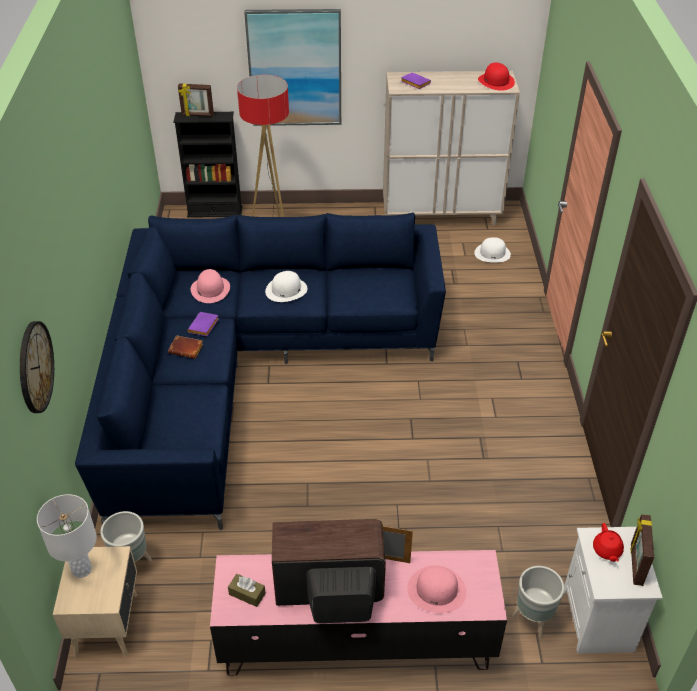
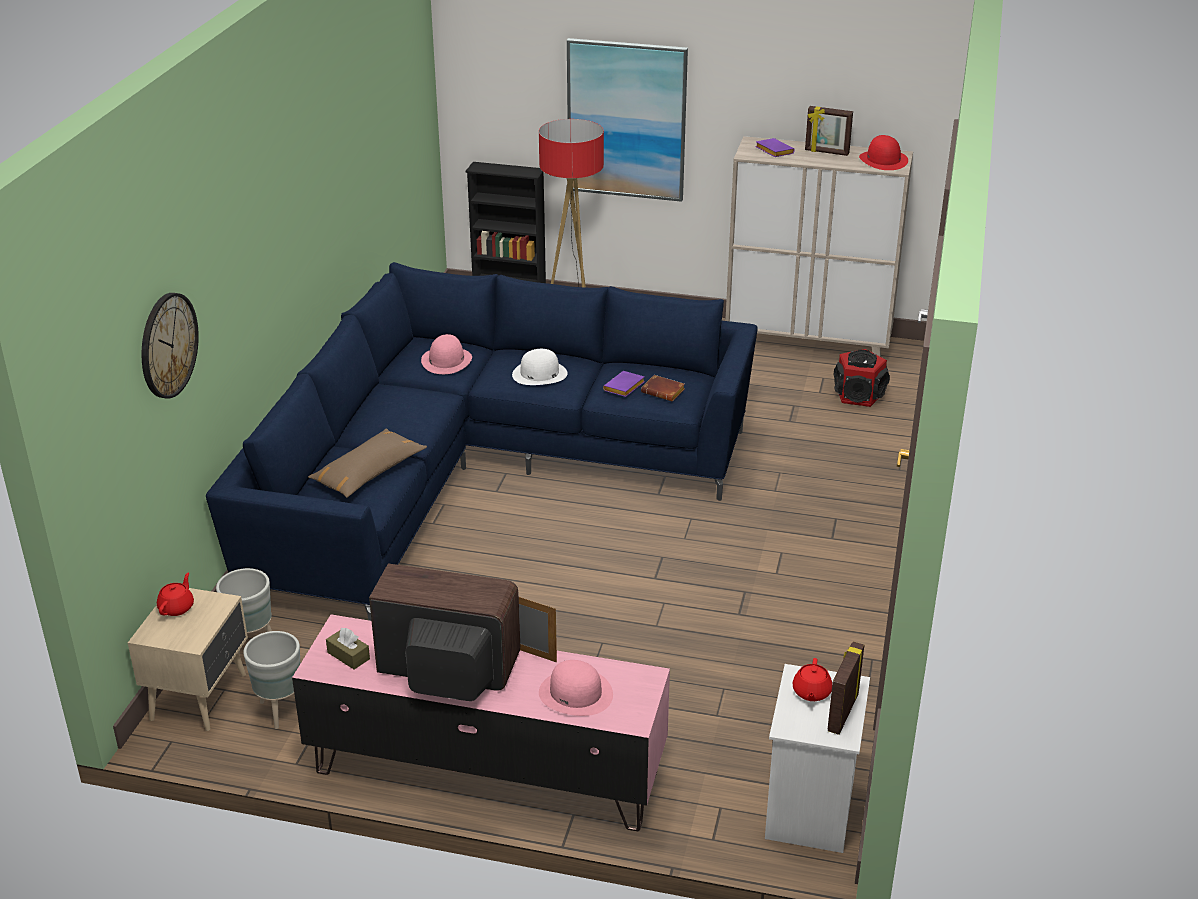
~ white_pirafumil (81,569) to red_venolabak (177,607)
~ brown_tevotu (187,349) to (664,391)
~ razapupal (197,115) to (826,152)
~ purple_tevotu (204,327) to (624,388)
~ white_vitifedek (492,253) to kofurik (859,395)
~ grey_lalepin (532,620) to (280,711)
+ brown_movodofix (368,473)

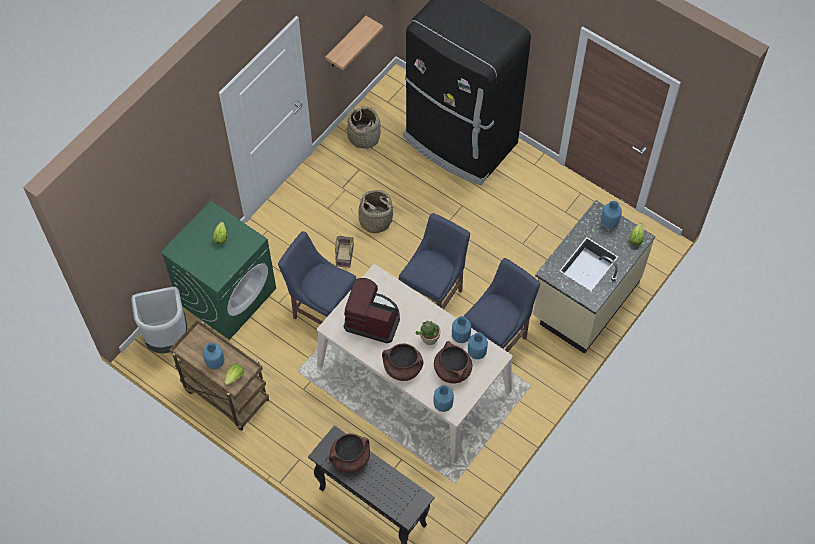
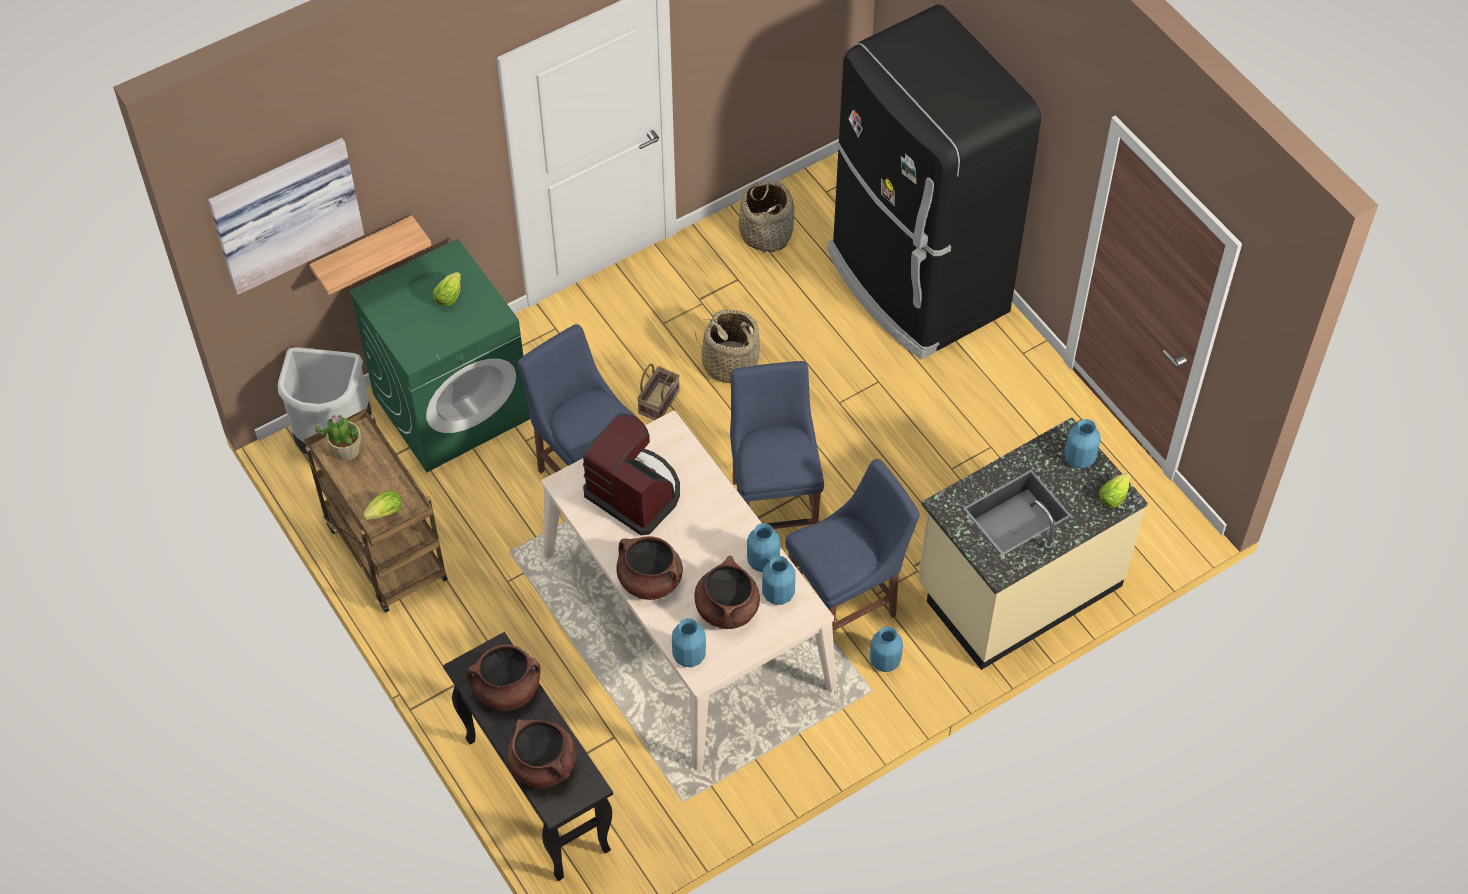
~ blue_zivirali (215,362) to (885,661)
~ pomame (346,43) to (363,253)
~ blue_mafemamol (434,295) = (774,504) 60 degrees counterclockwise
~ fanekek (429,338) to (346,450)
+ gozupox (284,212)
+ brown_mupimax (543,764)

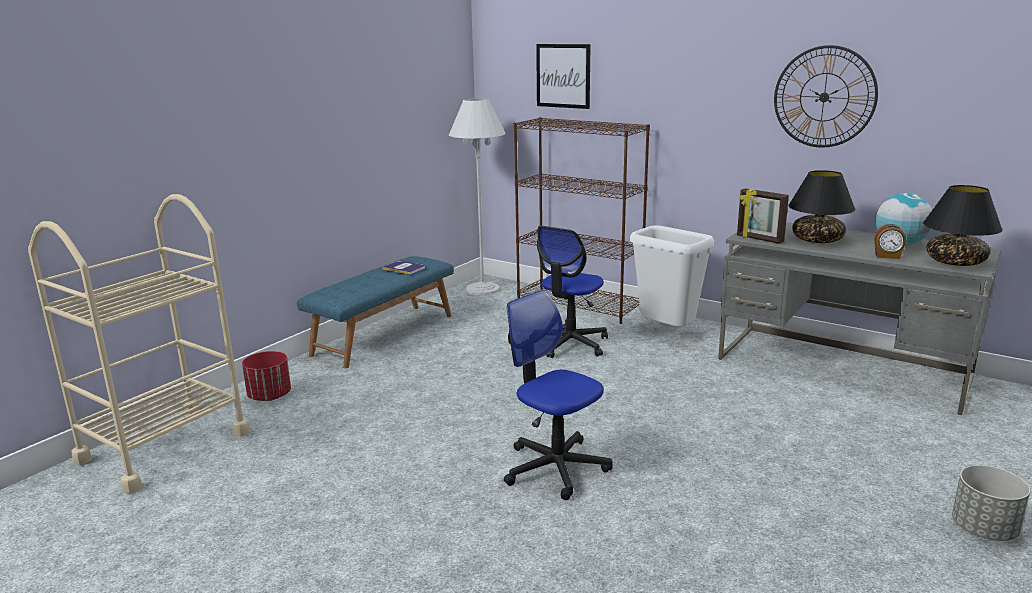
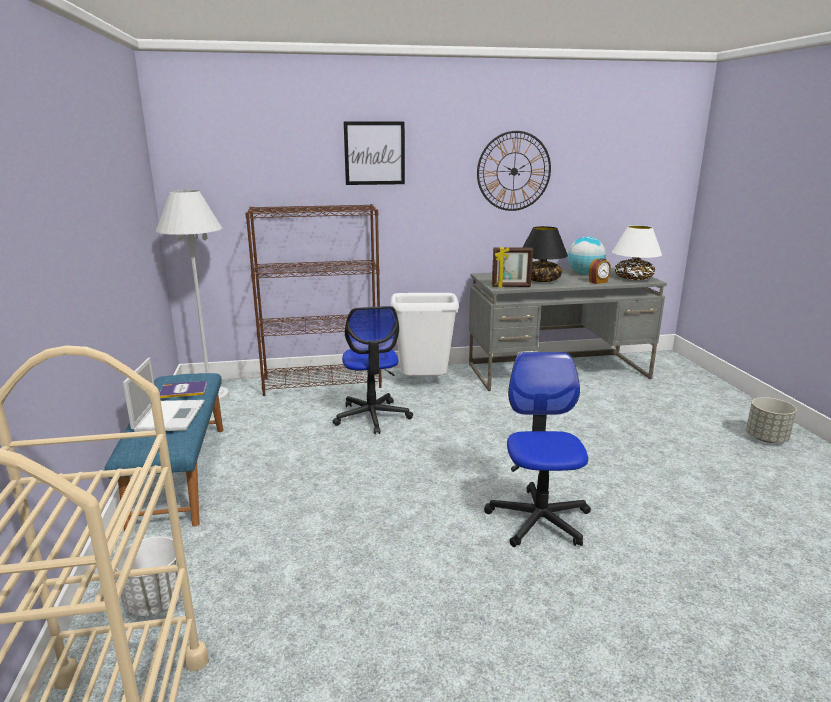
~ red_lalepin (270,396) to white_lalepin (156,601)
~ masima (555,467) = (539,519) 90 degrees clockwise
~ gozupox (563,76) to (374,153)
~ black_pirafumil (955,262) to white_pirafumil (633,278)
+ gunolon (169,415)

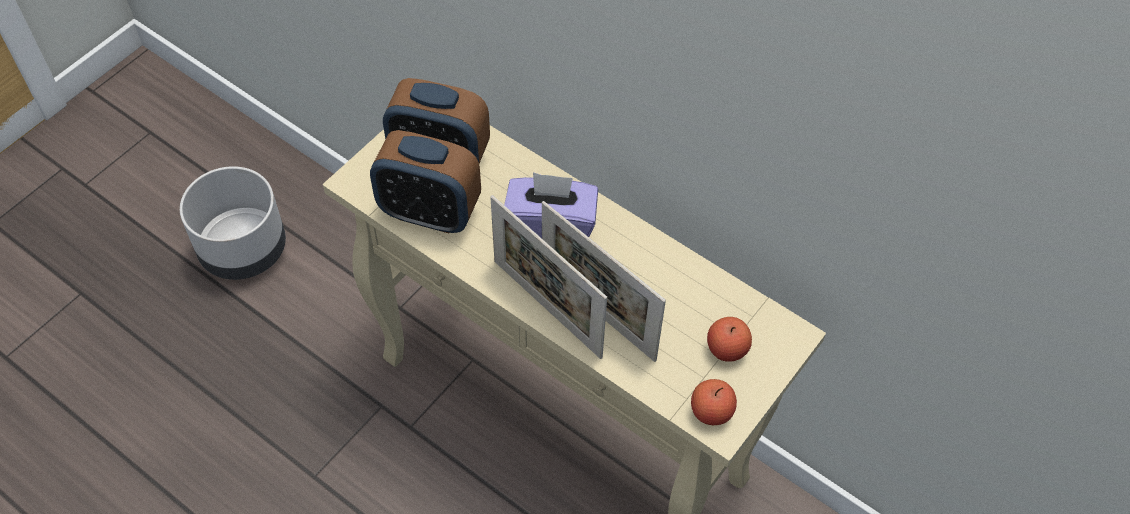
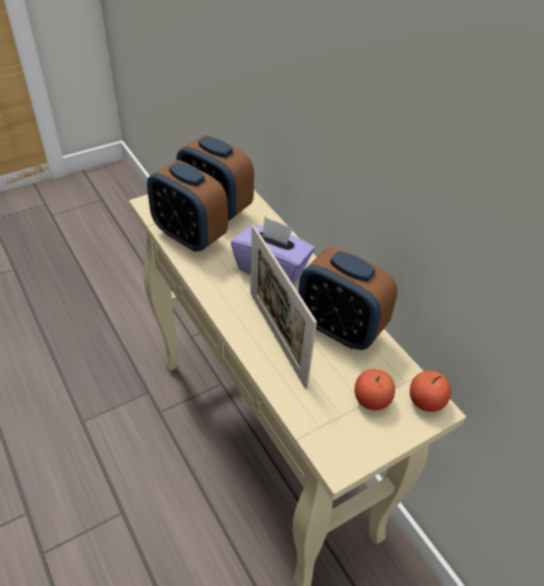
- grey_lalepin (244,250)
- razapupal (547,308)
~ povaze (711,411) to (426,401)
+ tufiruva (339,328)

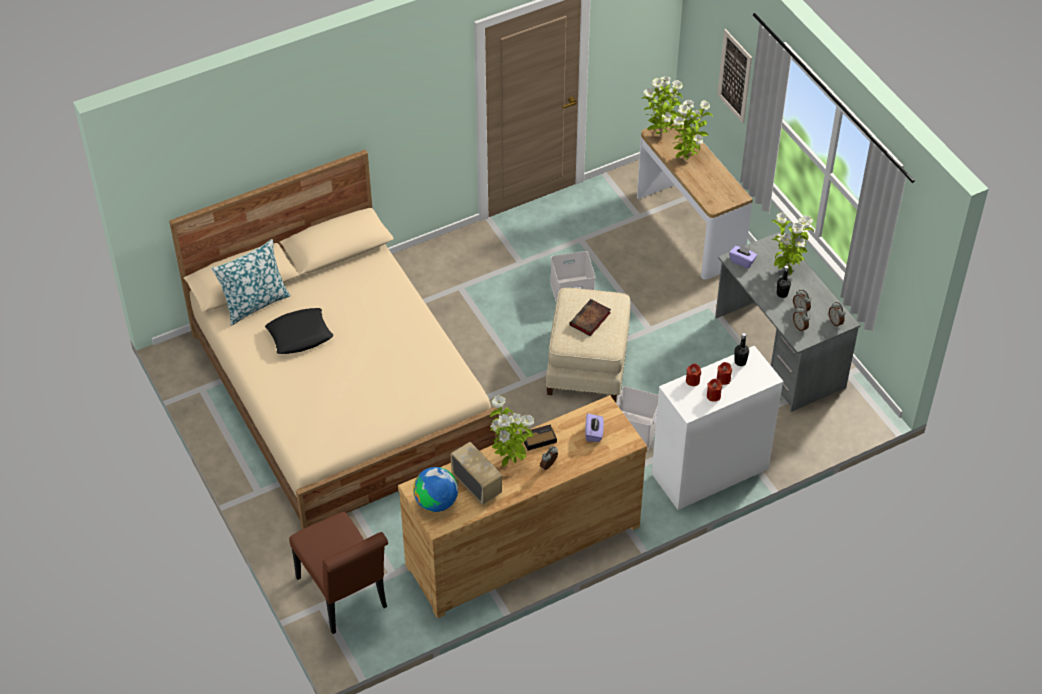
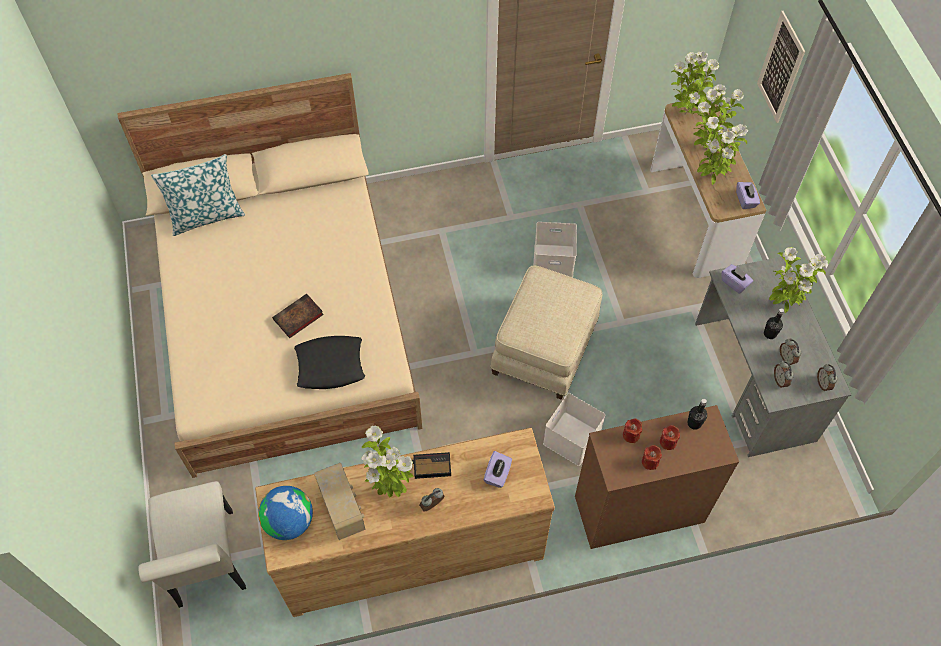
~ black_movodofix (300,335) to (330,365)
~ brown_mafemamol (345,597) to white_mafemamol (207,565)
~ tevotu (590,320) to (297,318)
~ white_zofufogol (710,471) to brown_zofufogol (639,509)
+ fanekek (711,178)
+ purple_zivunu (746,200)

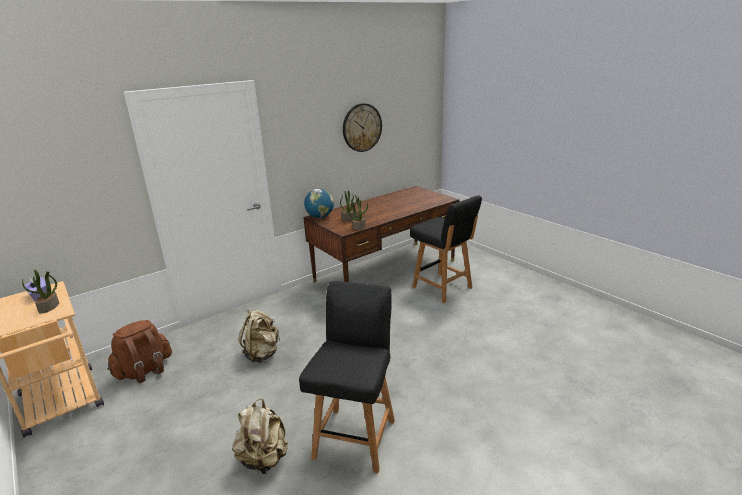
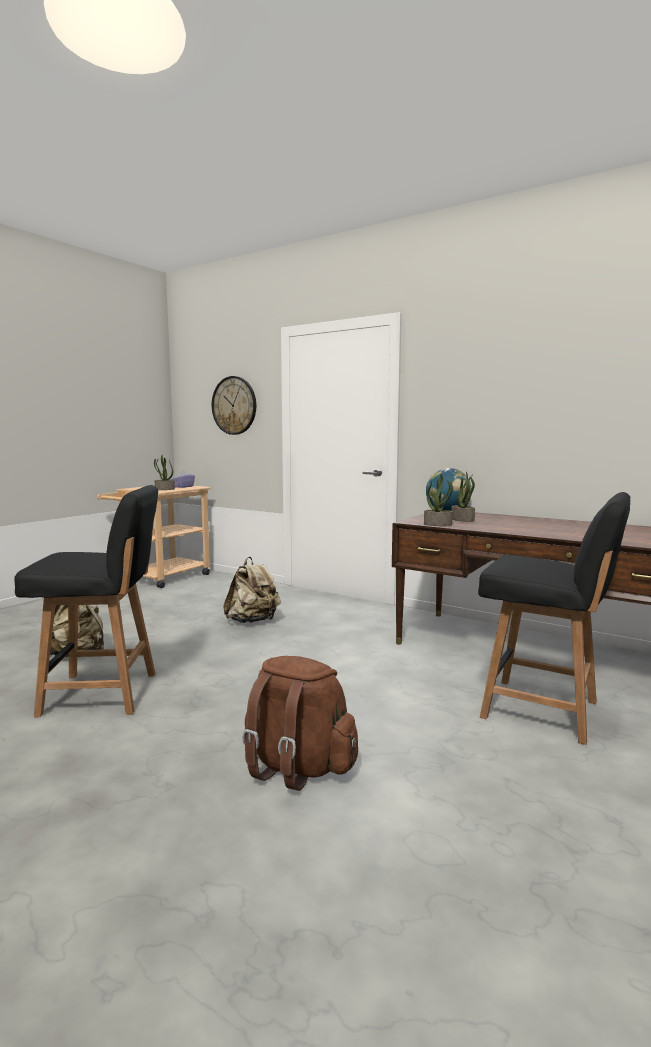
~ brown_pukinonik (144,371) to (297,767)
~ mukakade (362,127) to (234,405)
~ black_mafemamol (443,288) = (543,710) 90 degrees counterclockwise

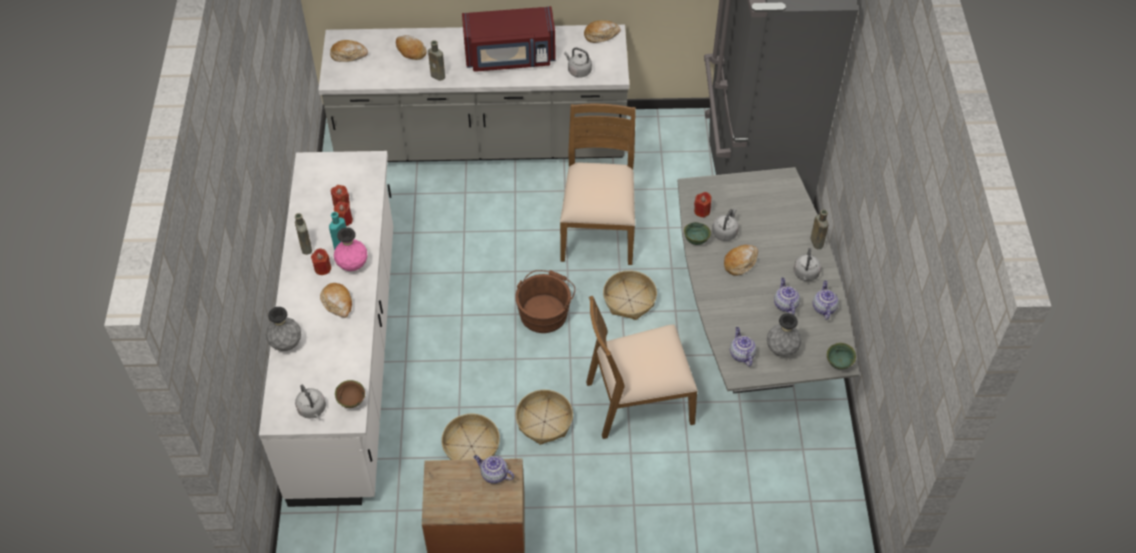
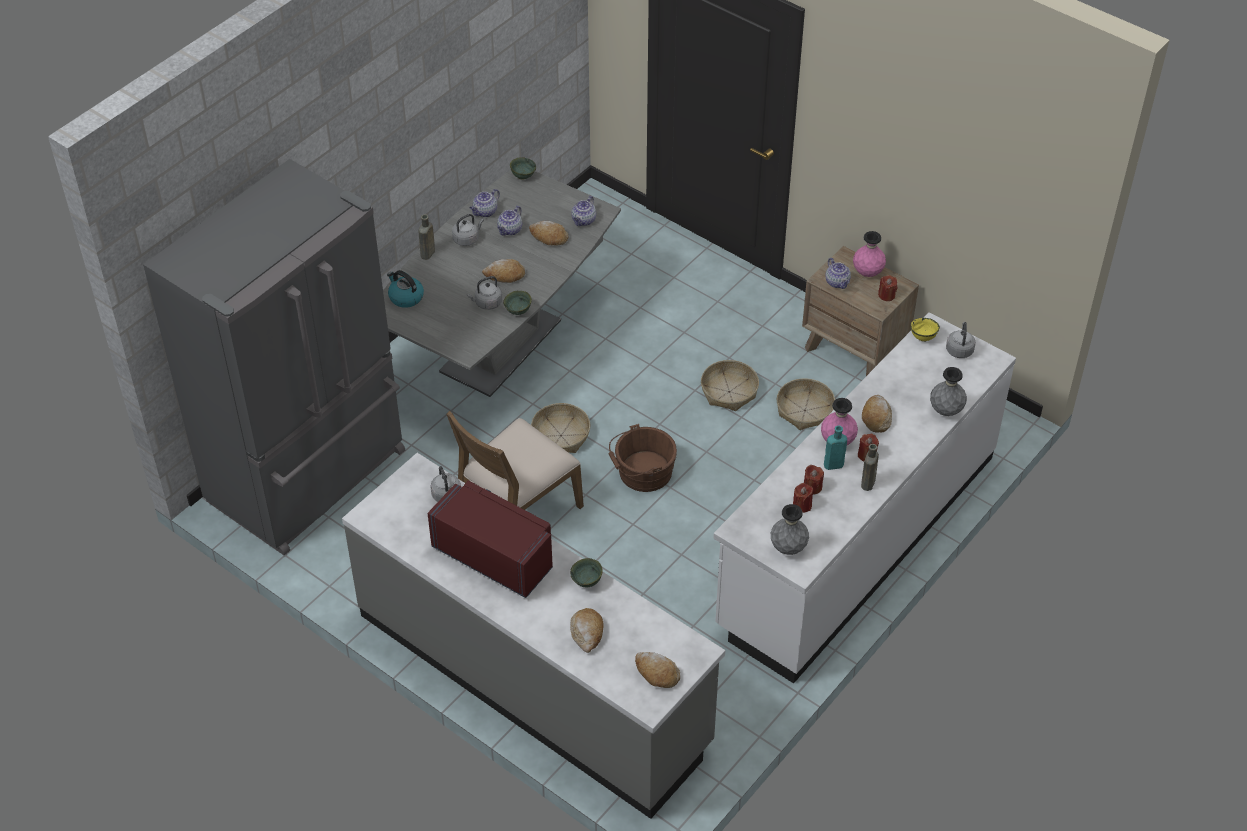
~ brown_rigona (352,401) to yellow_rigona (922,338)
~ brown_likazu (438,76) to green_rigona (587,582)
~ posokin (601,35) to (548,237)
- brown_mafemamol (638,401)
~ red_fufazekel (702,211) to (886,295)
~ grey_zivirali (781,349) to (788,548)
+ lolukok (405,297)
+ pink_zivirali (867,272)

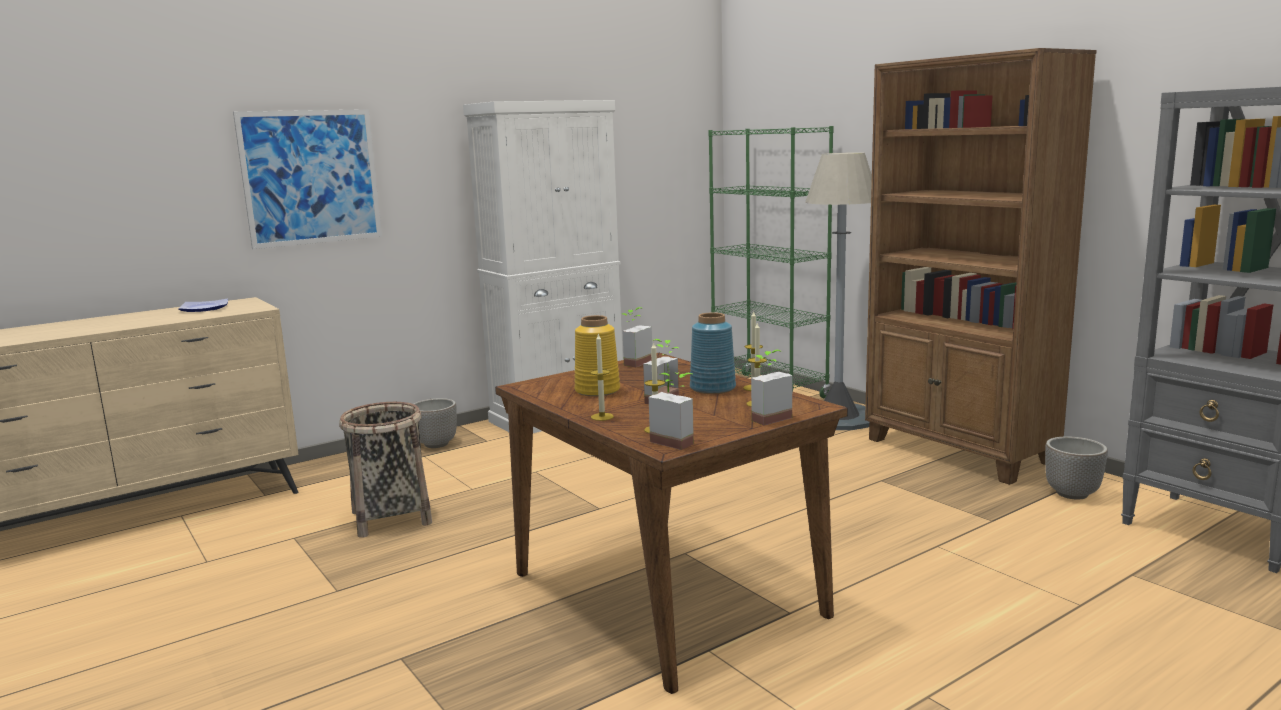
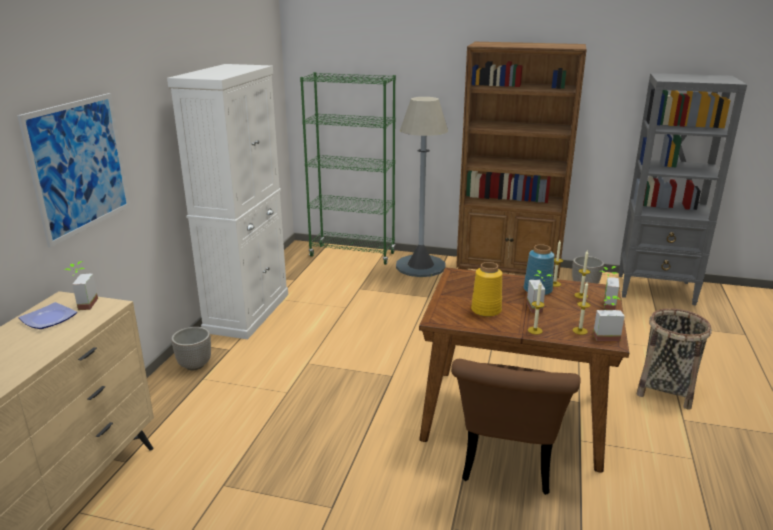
~ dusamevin (391,518) to (665,389)
~ fanekek (633,362) to (82,304)
+ brown_mafemamol (505,464)

